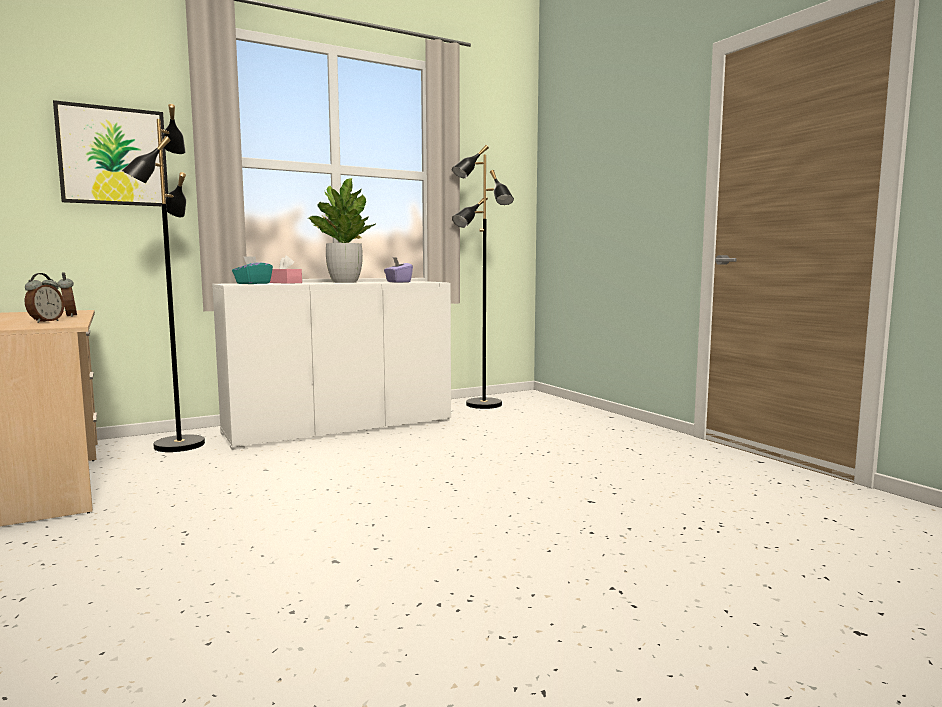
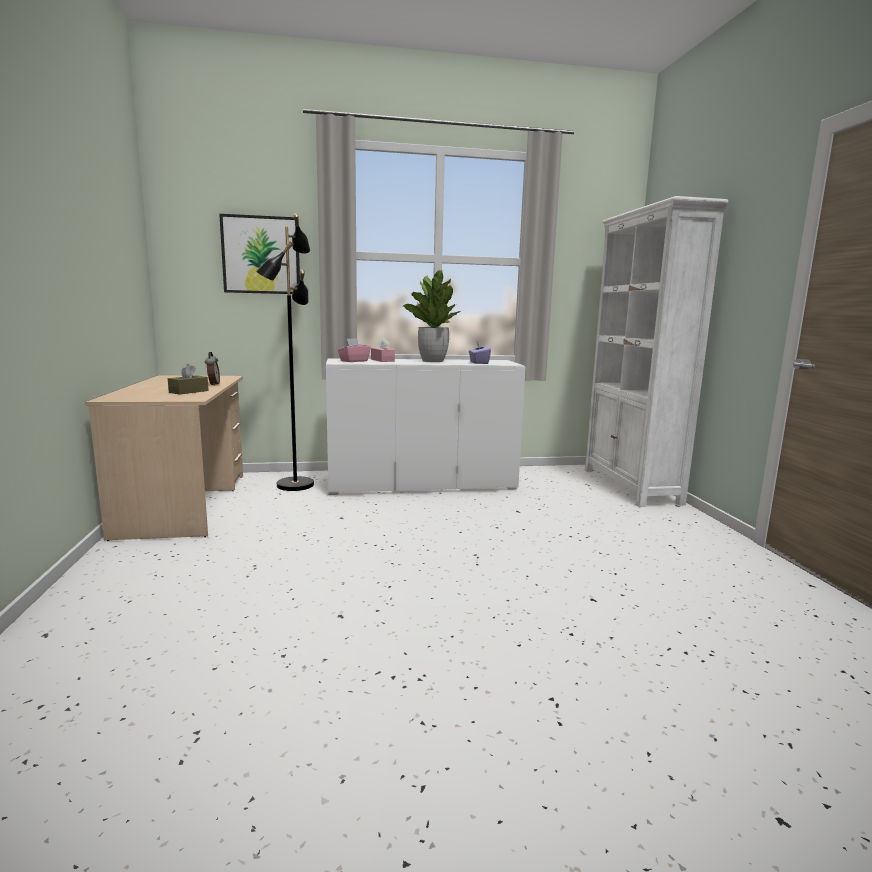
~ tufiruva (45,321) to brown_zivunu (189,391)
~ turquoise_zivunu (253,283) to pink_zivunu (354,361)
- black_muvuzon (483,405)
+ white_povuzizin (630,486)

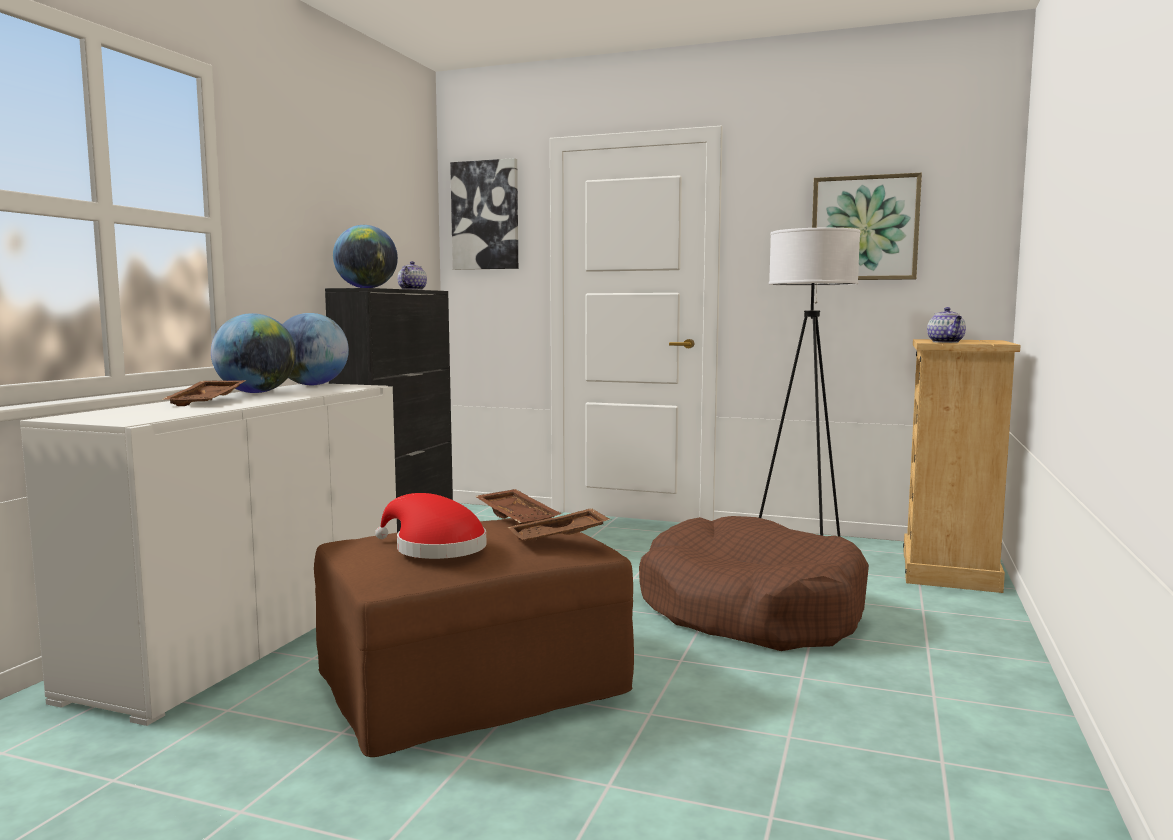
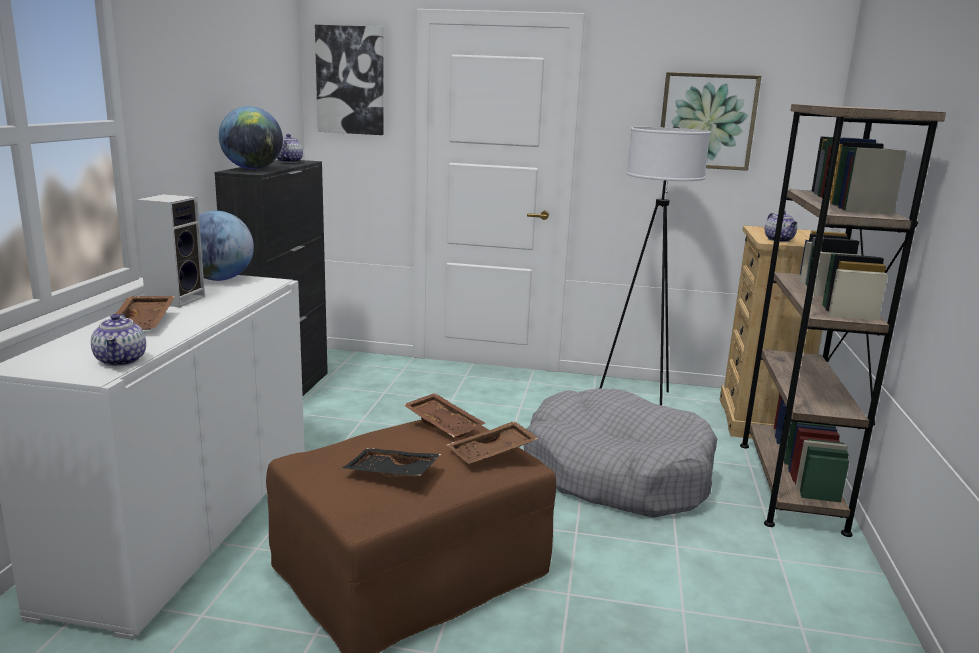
~ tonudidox (256,392) to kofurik (176,299)
~ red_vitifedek (434,548) to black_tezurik (391,474)
~ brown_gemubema (750,611) to grey_gemubema (616,473)
+ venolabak (121,360)
+ brown_povuzizin (790,485)

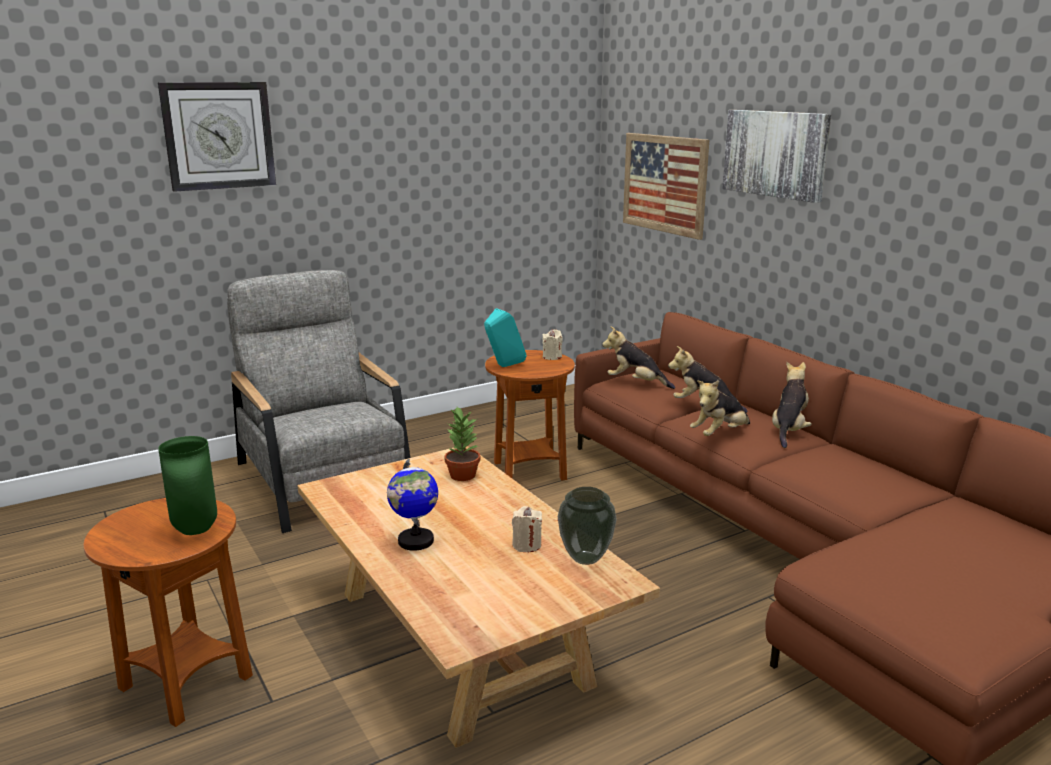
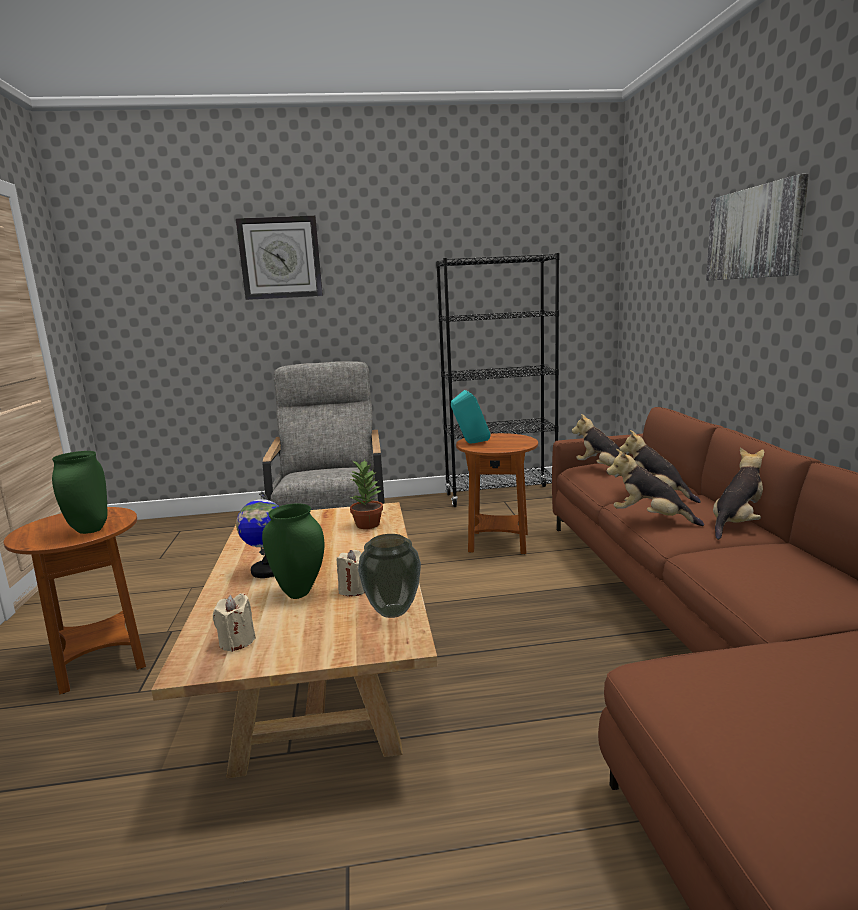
~ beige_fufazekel (552,357) to (237,641)
- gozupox (664,184)
~ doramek (719,434) = (650,518) 45 degrees clockwise
+ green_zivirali (300,592)
+ black_povuzizin (501,496)

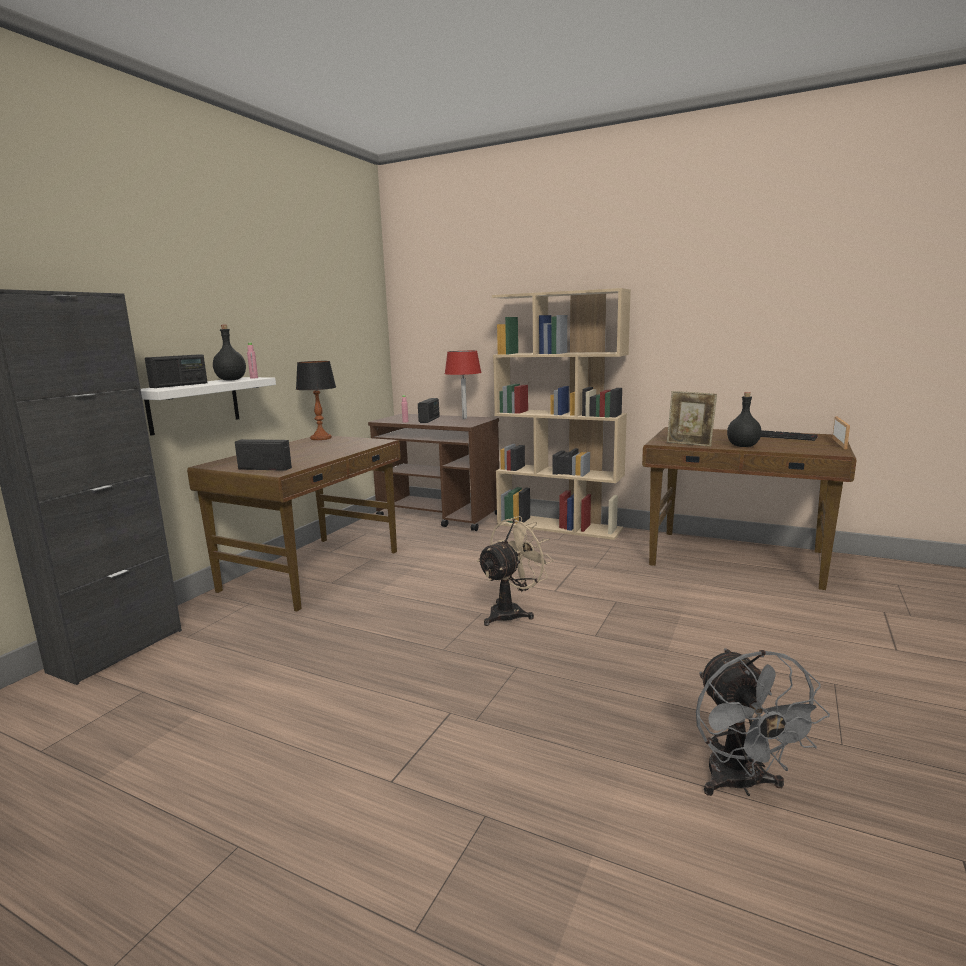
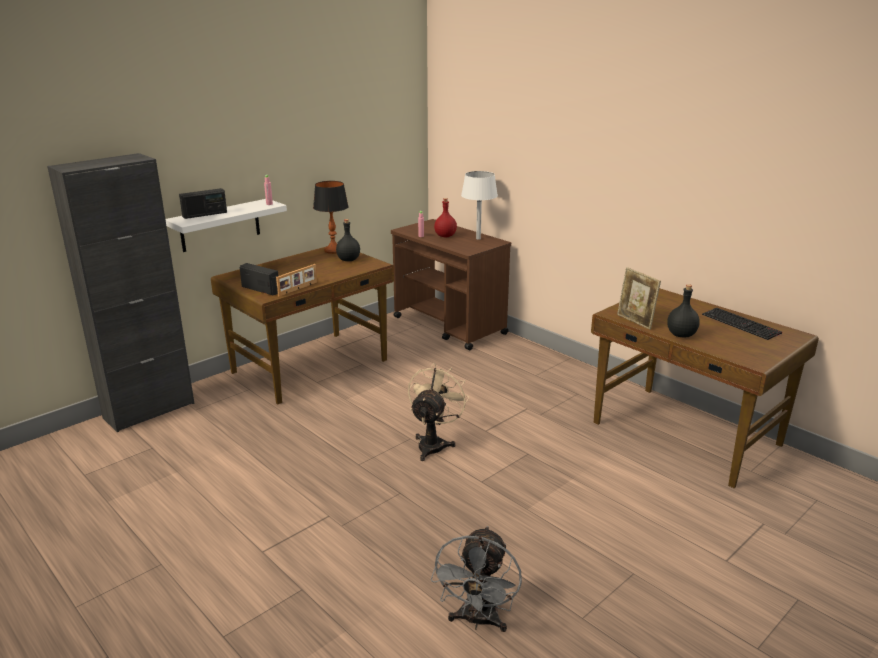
~ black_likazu (231,380) to (348,259)
~ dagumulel (429,420) to red_likazu (445,236)
~ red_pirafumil (464,418) to white_pirafumil (478,238)
~ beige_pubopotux (512,612) = (434,443) 45 degrees counterclockwise
- beige_povuzizin (559,526)
~ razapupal (840,443) to (298,289)

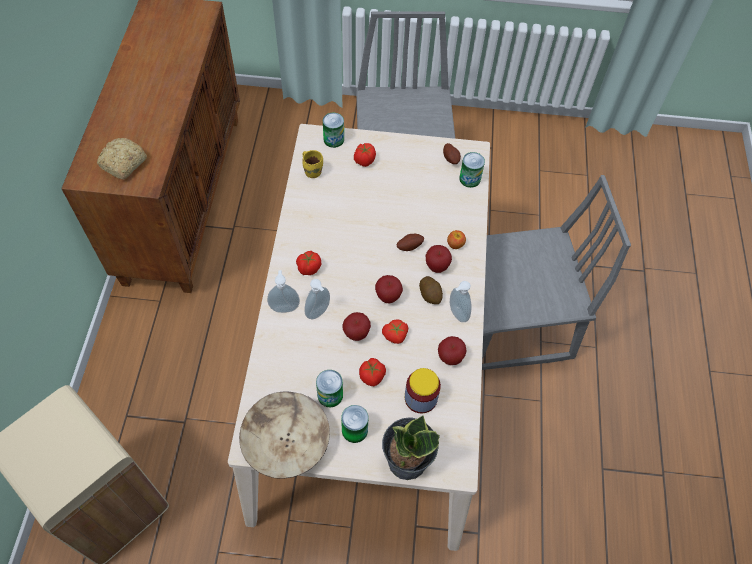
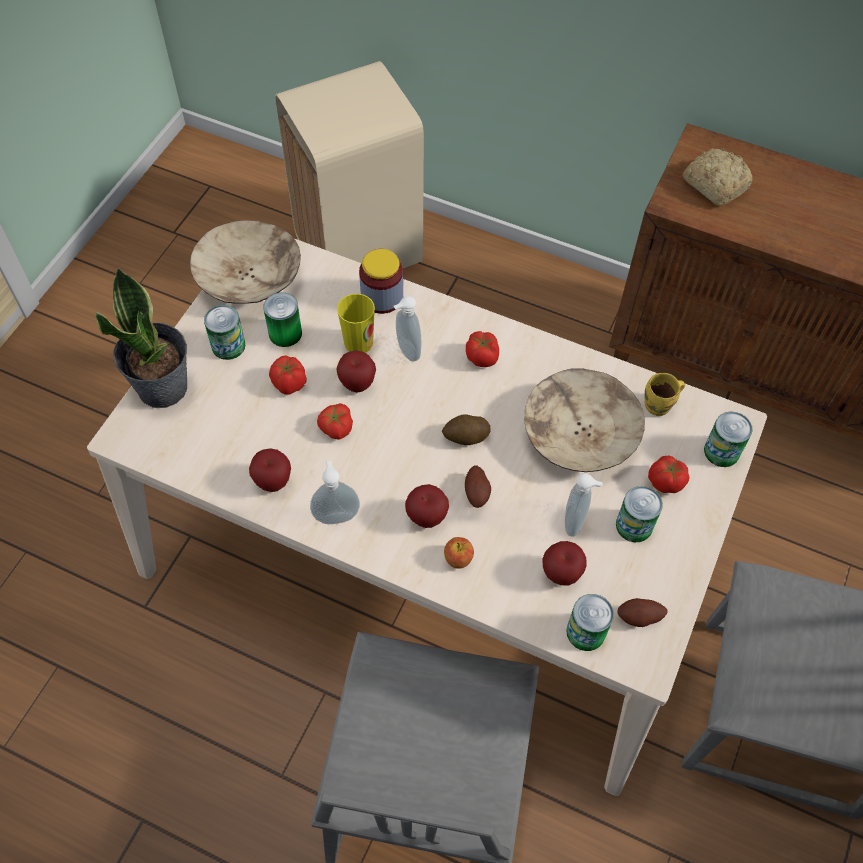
~ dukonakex (284,307) to (576,522)
~ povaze (388,297) to (561,574)
~ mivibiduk (420,398) to (382,297)
~ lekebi (430,295) to (466,437)
+ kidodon (358,342)
+ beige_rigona (579,433)
+ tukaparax (634,525)

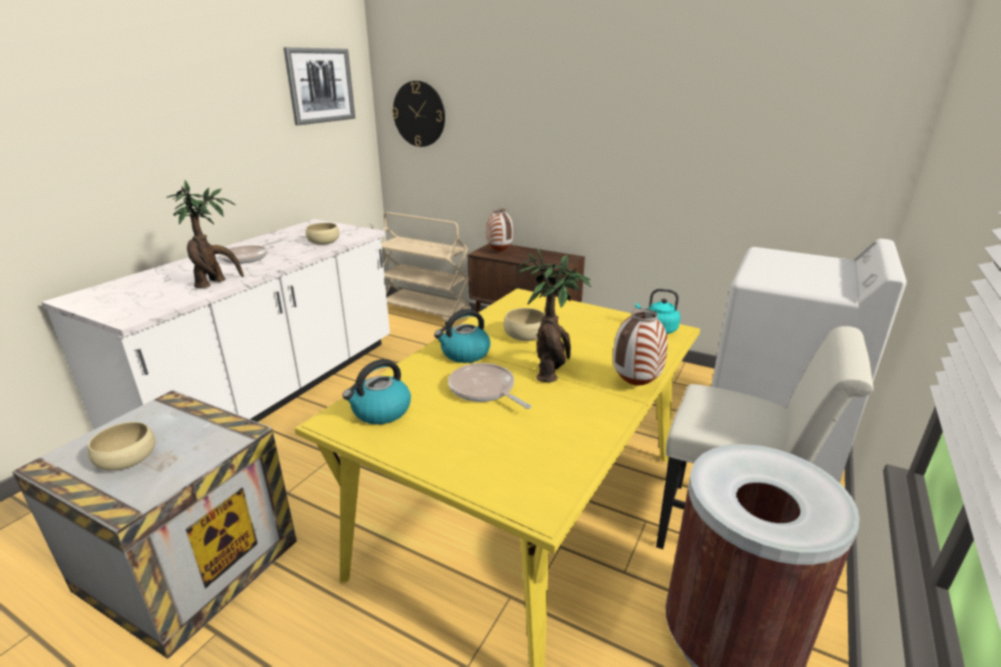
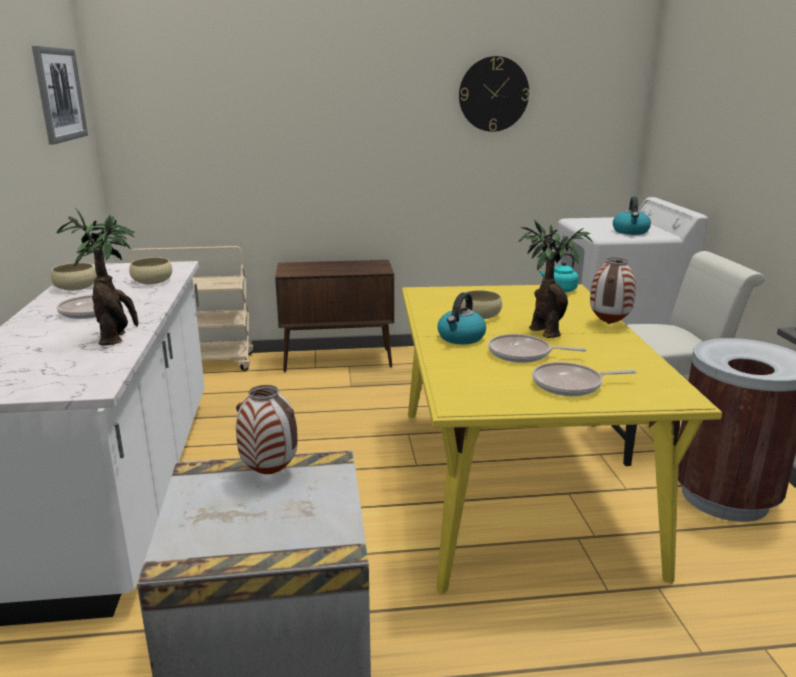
~ beige_rigona (127,459) to (76,287)
~ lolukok (381,411) to (630,231)
~ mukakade (419,114) to (493,94)
~ zivirali (500,252) to (271,473)
+ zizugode (571,385)

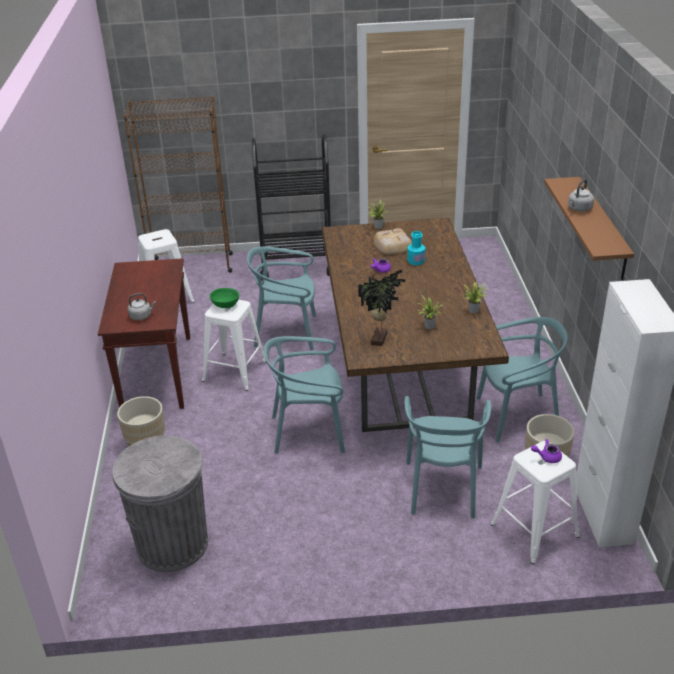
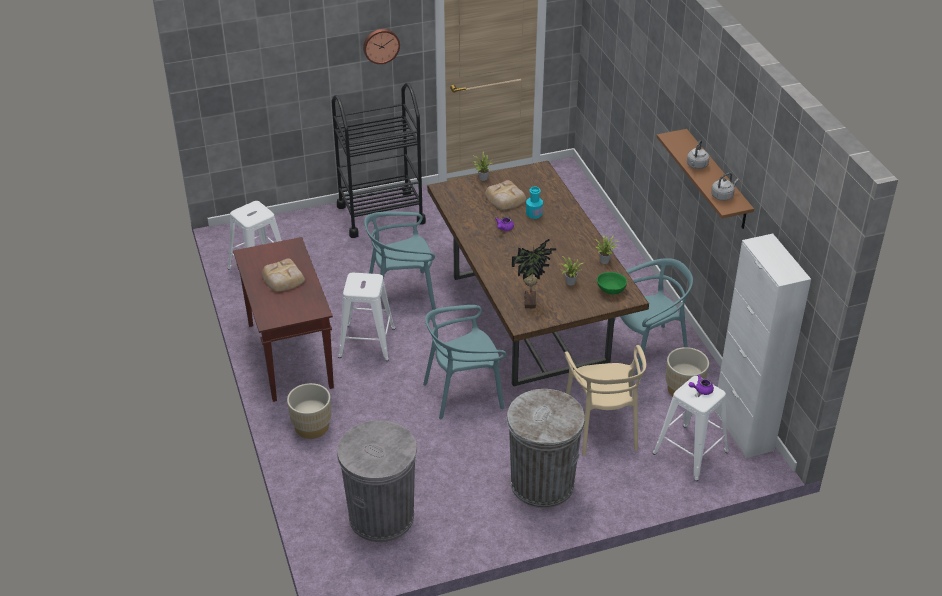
- brown_povuzizin (192,265)
~ grey_lolukok (142,316) to (723,196)
~ green_rigona (225,305) to (611,290)
~ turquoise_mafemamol (443,488) to beige_mafemamol (602,428)
+ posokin (283,279)
+ mukakade (381,45)
+ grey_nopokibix (542,483)

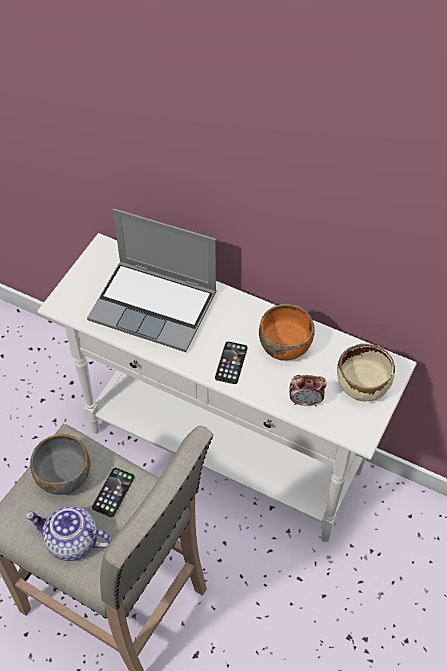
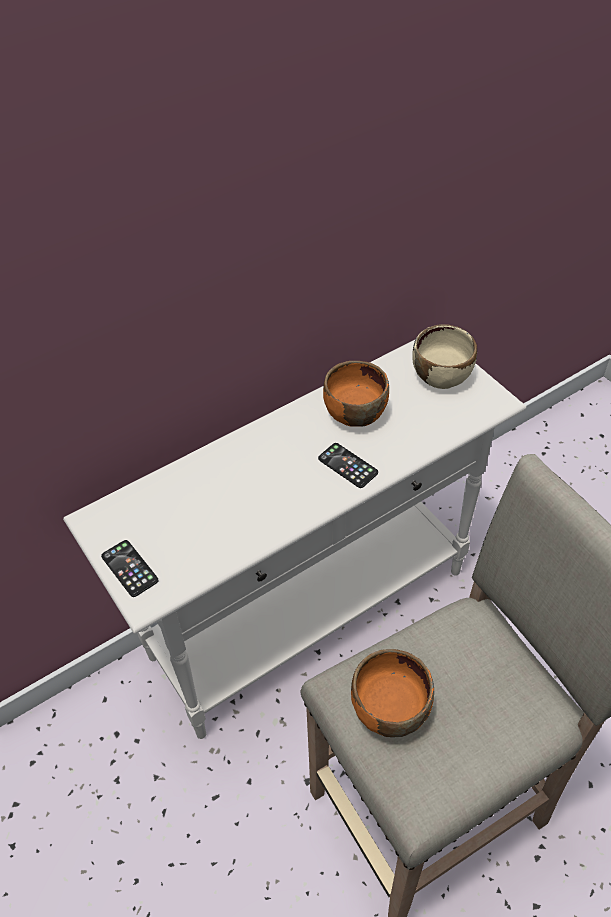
- venolabak (71,541)
~ grey_rigona (64,476) to orange_rigona (389,709)
- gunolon (155,306)
~ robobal (113,492) to (129,568)
- tufiruva (305,401)

